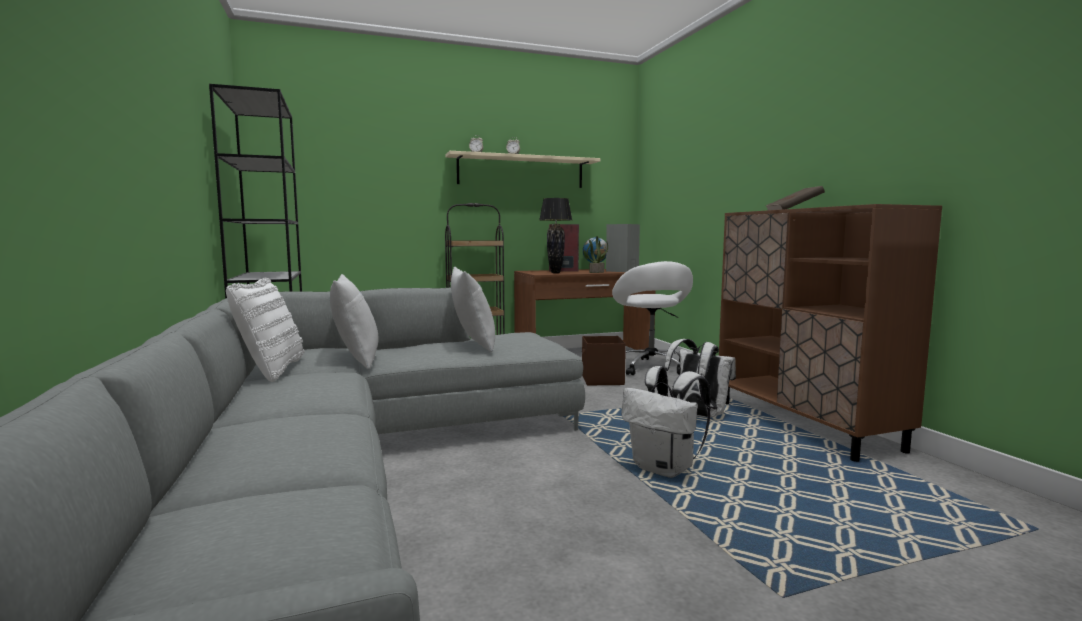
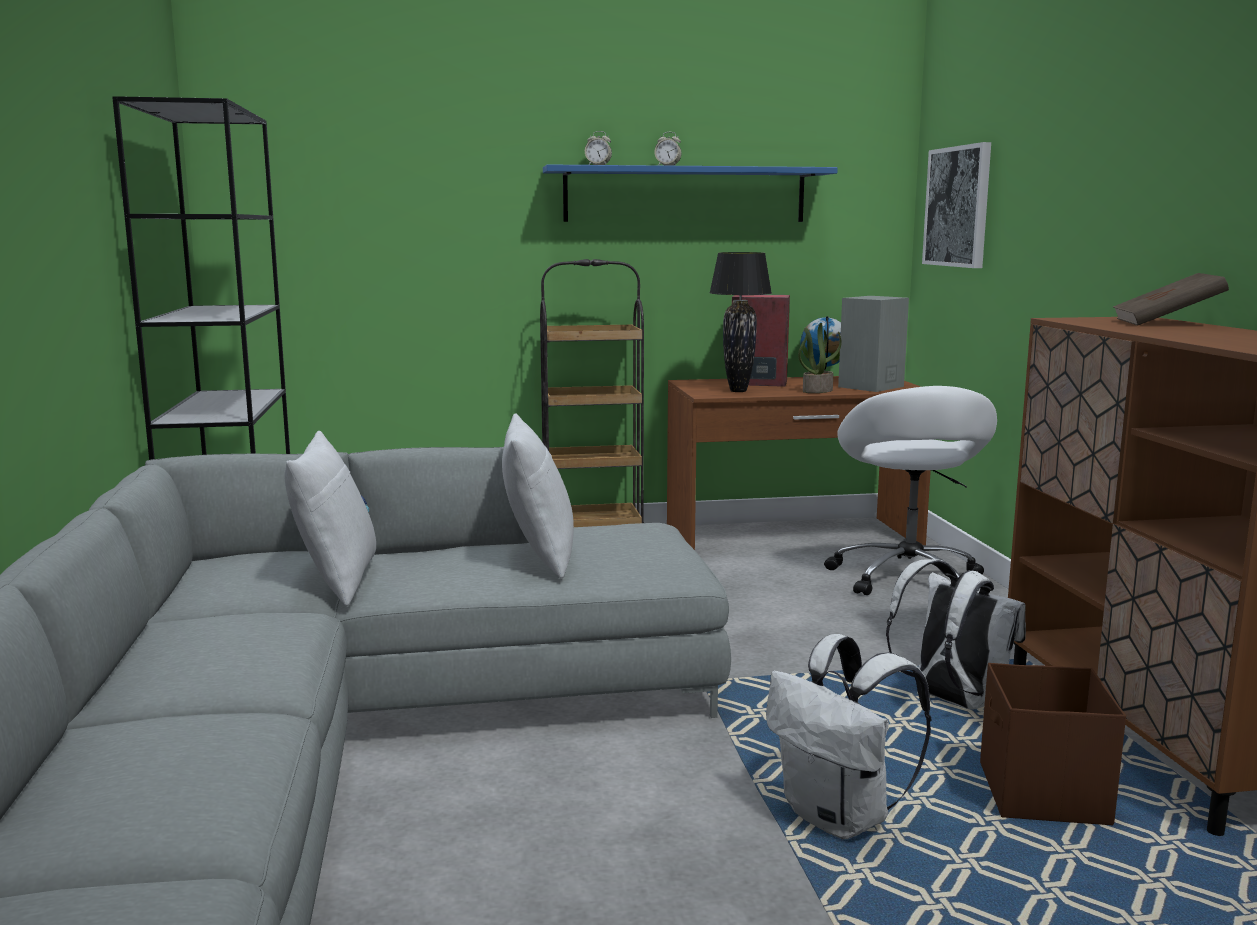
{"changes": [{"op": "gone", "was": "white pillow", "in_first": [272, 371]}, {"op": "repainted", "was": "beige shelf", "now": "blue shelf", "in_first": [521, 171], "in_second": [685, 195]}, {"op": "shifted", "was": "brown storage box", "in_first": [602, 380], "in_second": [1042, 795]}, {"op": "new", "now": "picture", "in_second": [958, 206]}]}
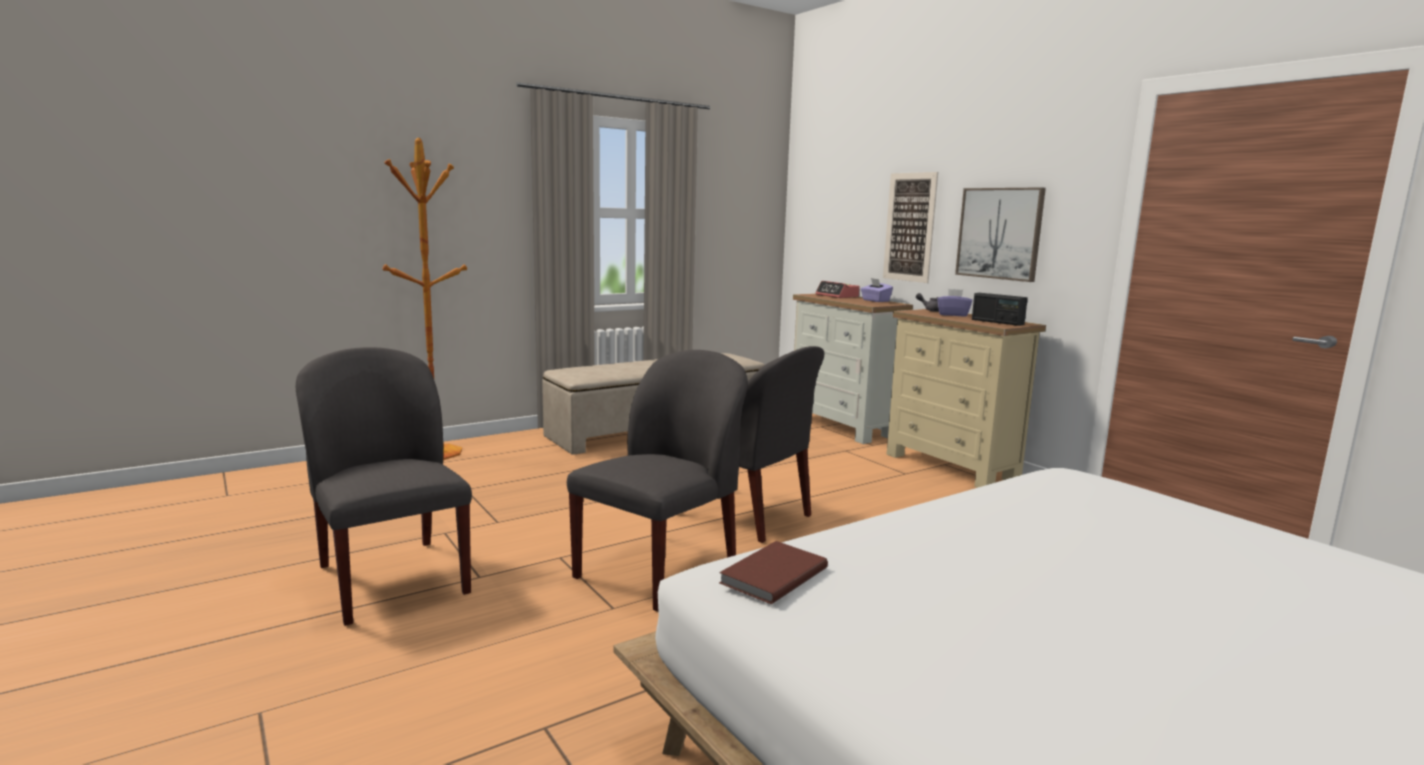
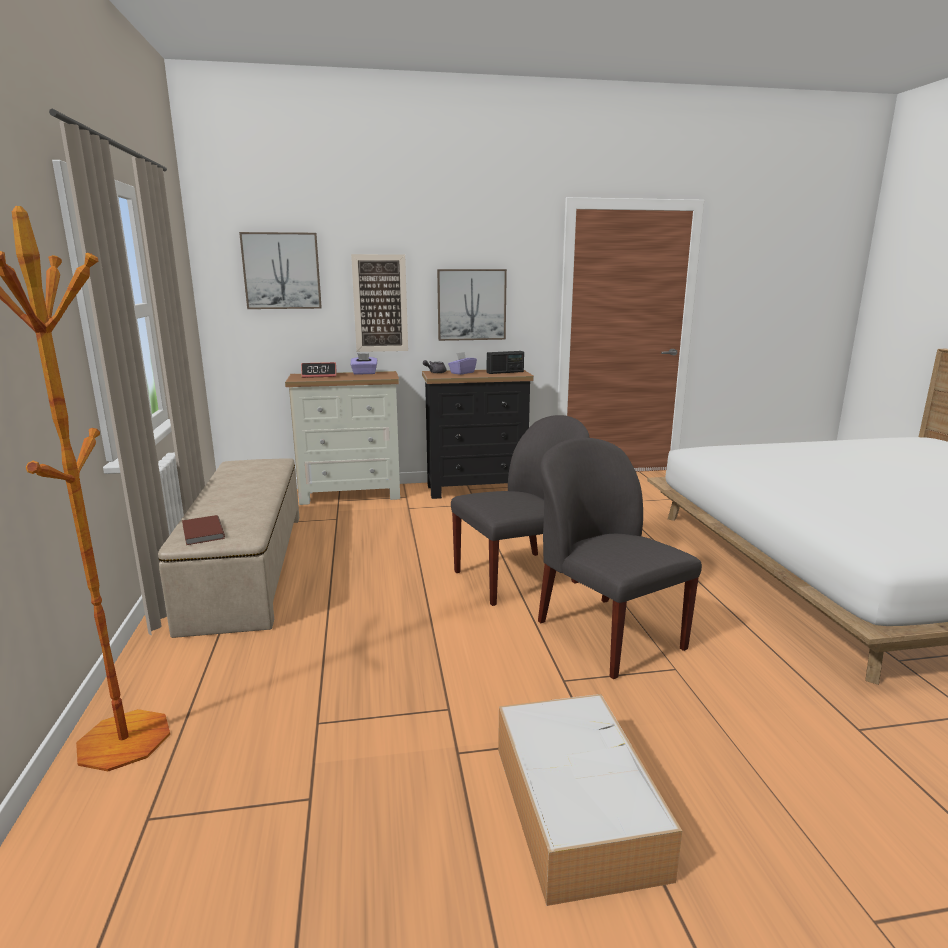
{"changes": [{"op": "swapped", "was": "grey chair", "now": "storage box", "in_first": [391, 578], "in_second": [574, 806]}, {"op": "shifted", "was": "brown book", "in_first": [771, 575], "in_second": [201, 532]}, {"op": "repainted", "was": "beige dresser", "now": "black dresser", "in_first": [950, 467], "in_second": [477, 489]}, {"op": "new", "now": "picture", "in_second": [281, 271]}]}
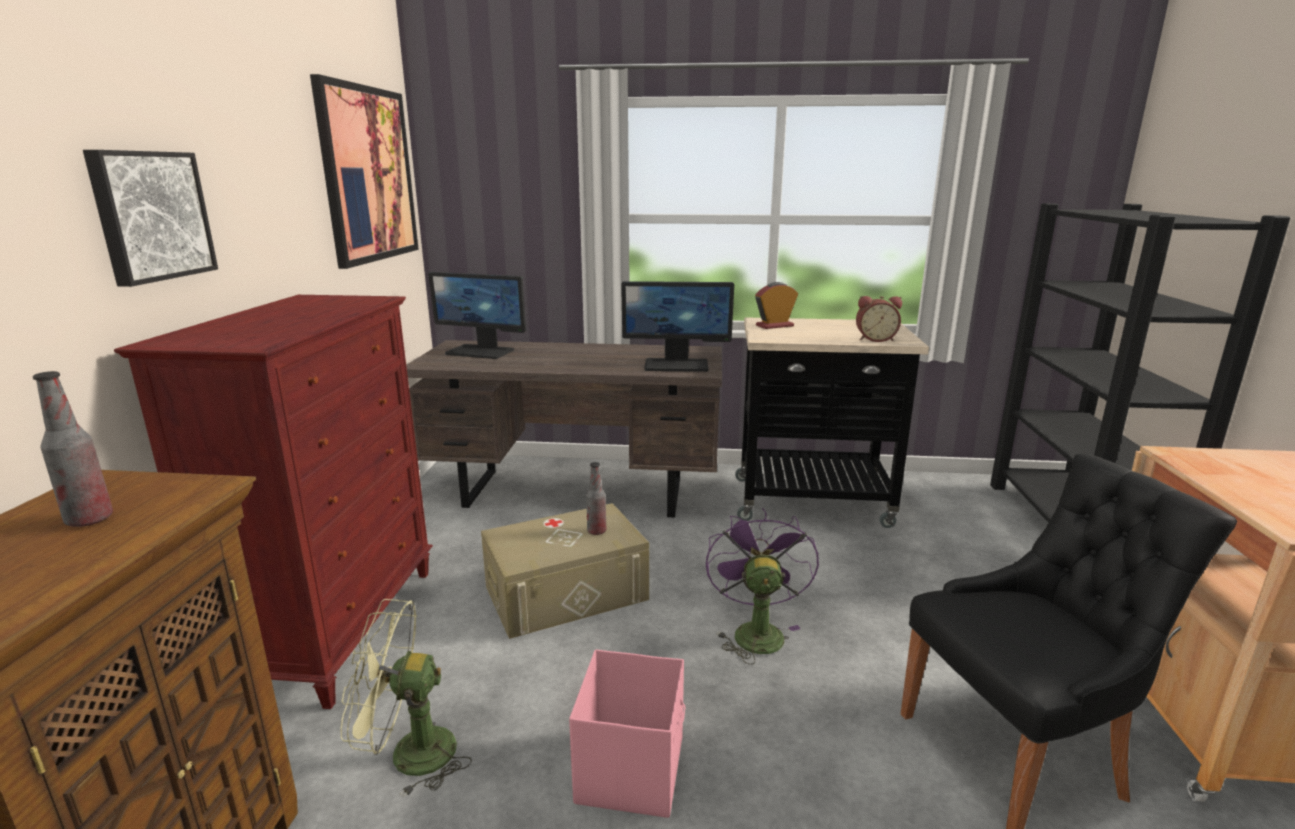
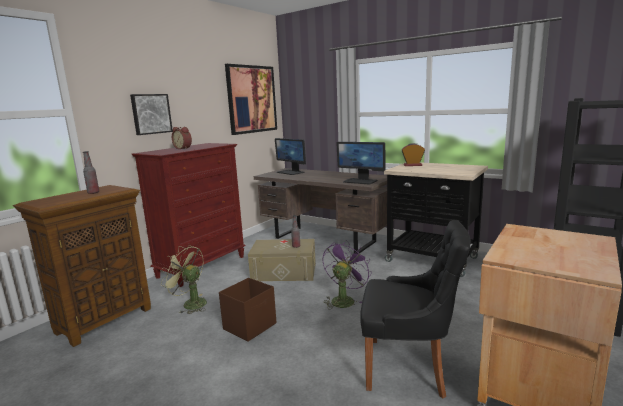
{"changes": [{"op": "repainted", "was": "pink storage box", "now": "brown storage box", "in_first": [632, 769], "in_second": [250, 326]}, {"op": "shifted", "was": "alarm clock", "in_first": [875, 339], "in_second": [183, 148]}]}
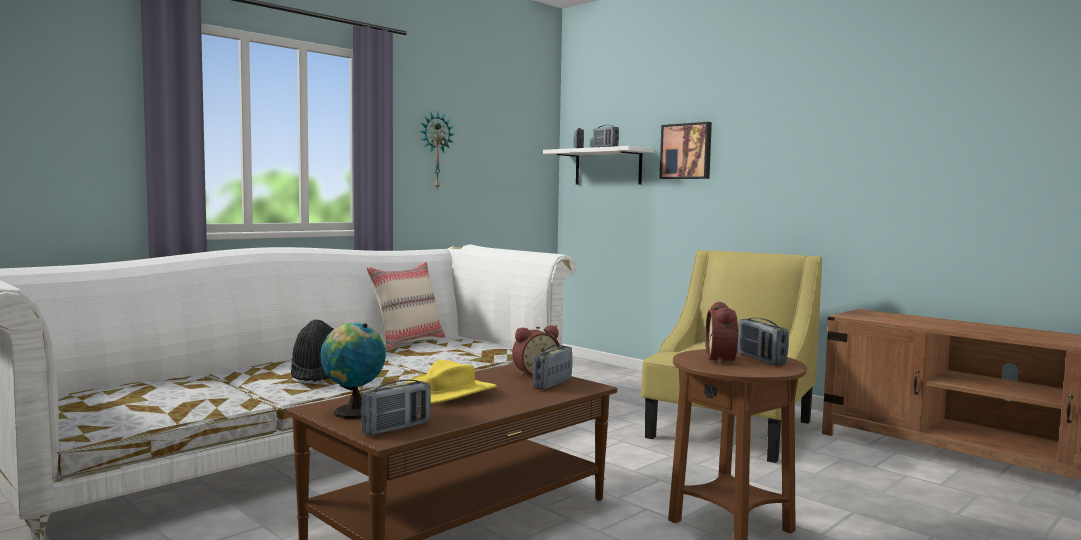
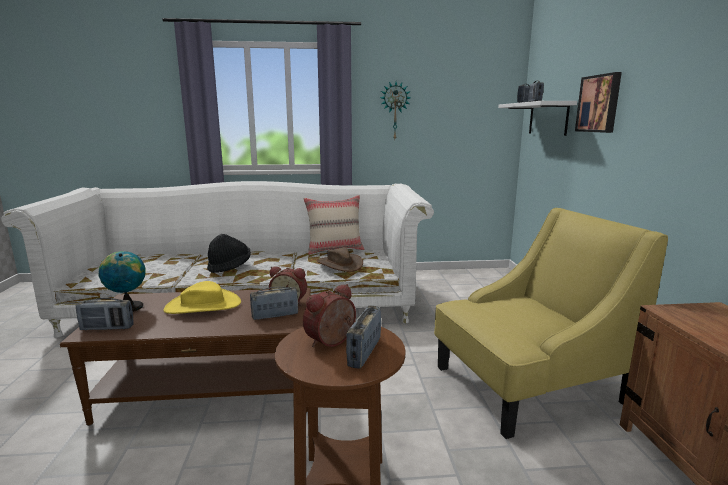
{"changes": [{"op": "new", "now": "brown hat", "in_second": [339, 264]}]}
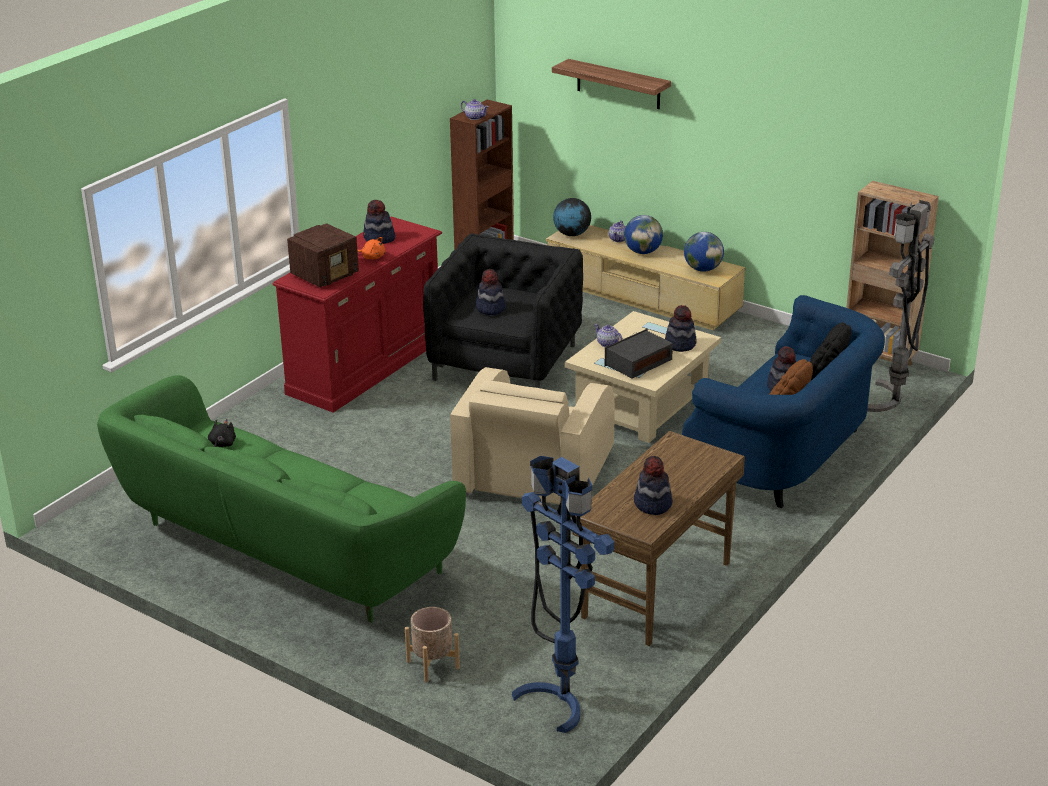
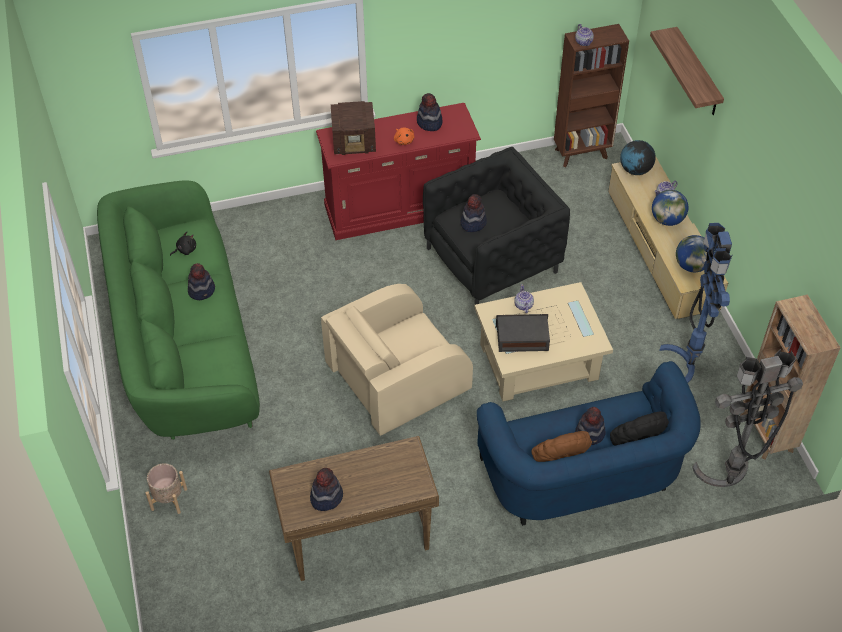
{"changes": [{"op": "shifted", "was": "blue floor lamp", "in_first": [560, 699], "in_second": [686, 365]}, {"op": "shifted", "was": "hat", "in_first": [680, 344], "in_second": [202, 290]}]}
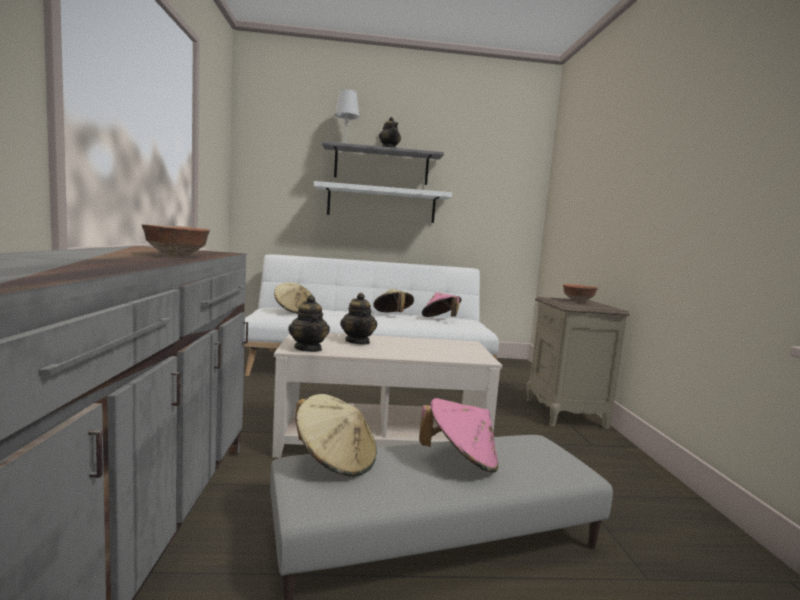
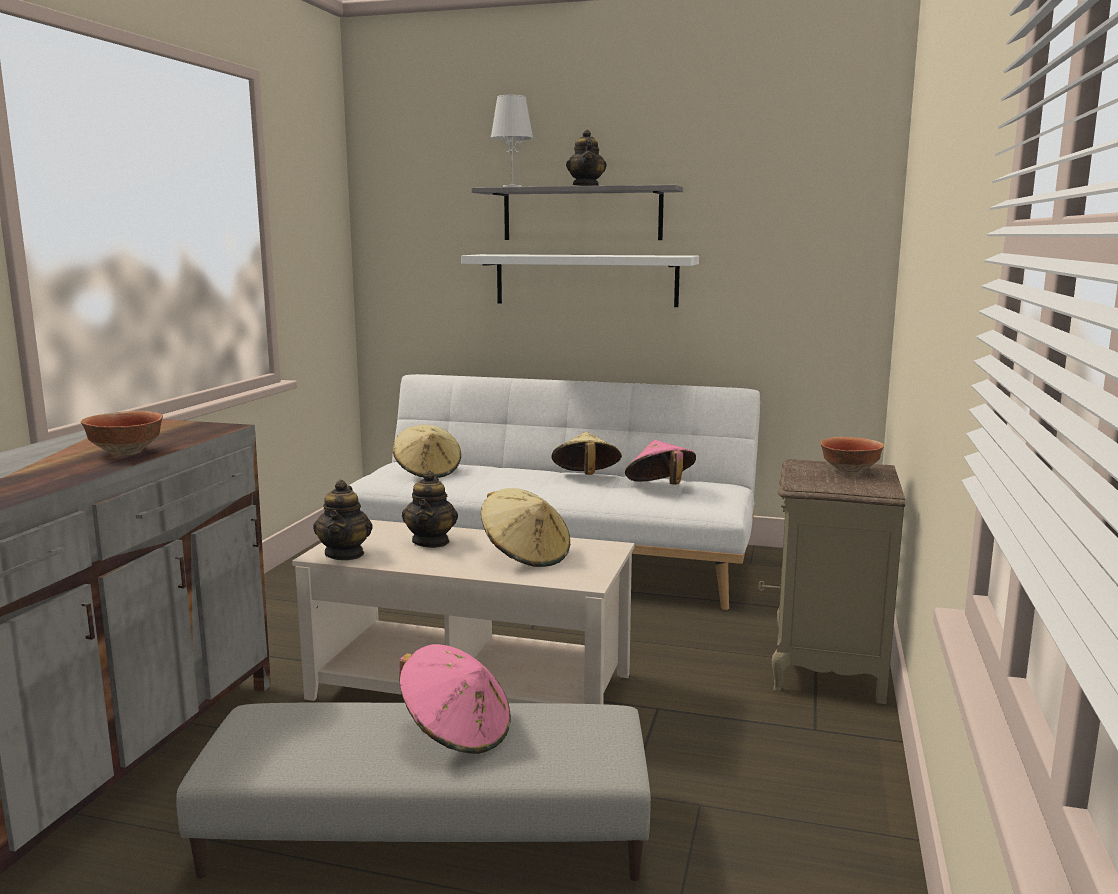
{"changes": [{"op": "shifted", "was": "beige hat", "in_first": [335, 461], "in_second": [526, 556]}]}
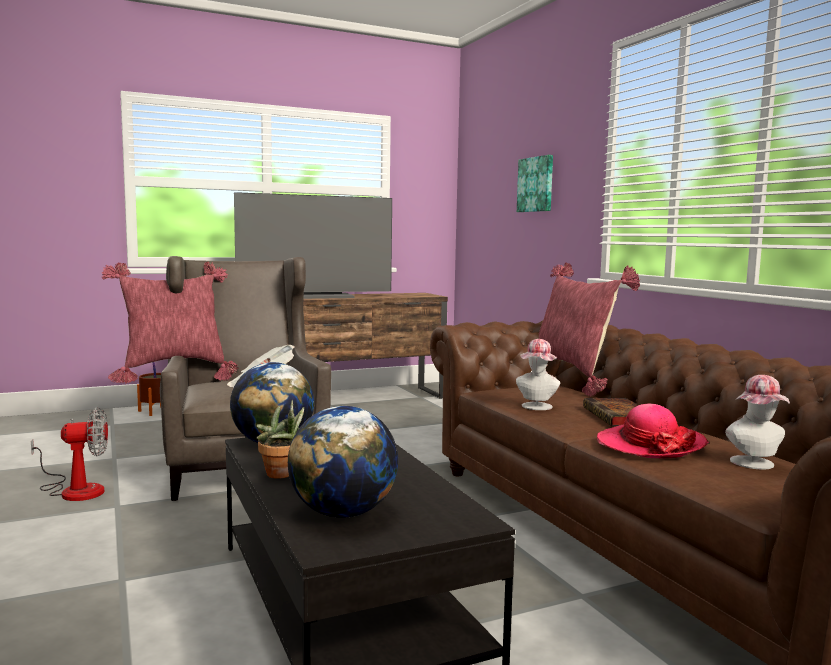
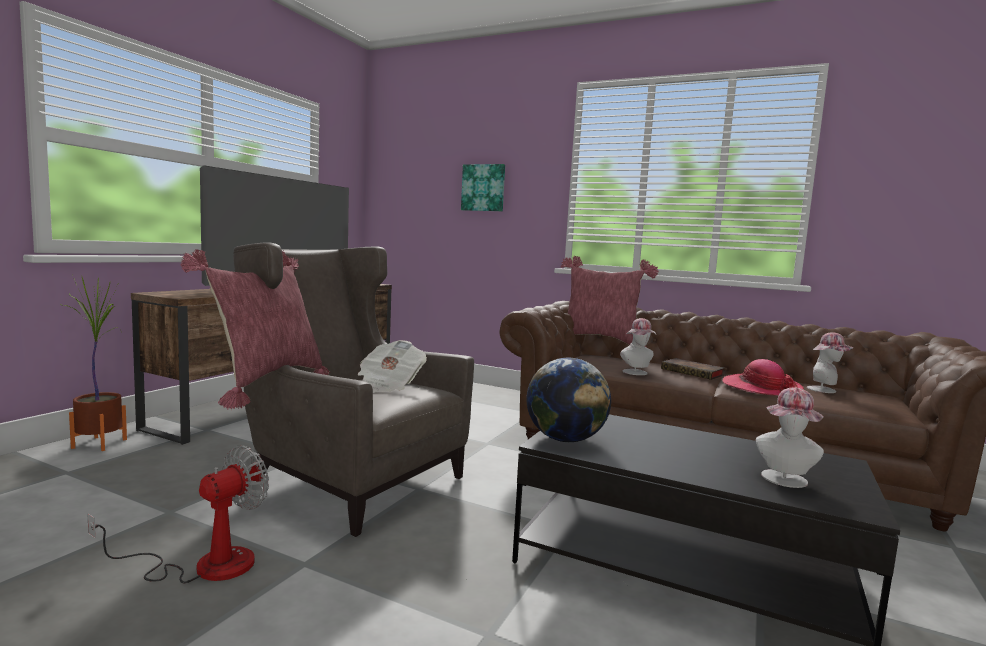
{"changes": [{"op": "gone", "was": "potted plant", "in_first": [282, 475]}, {"op": "swapped", "was": "globe", "now": "hat", "in_first": [343, 513], "in_second": [785, 481]}]}
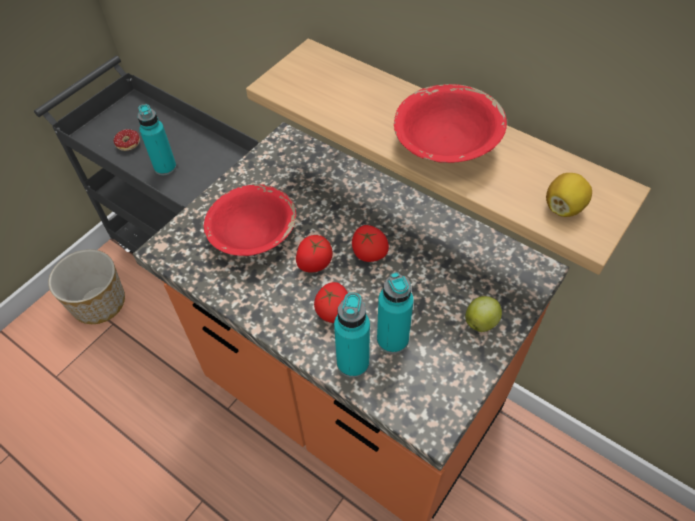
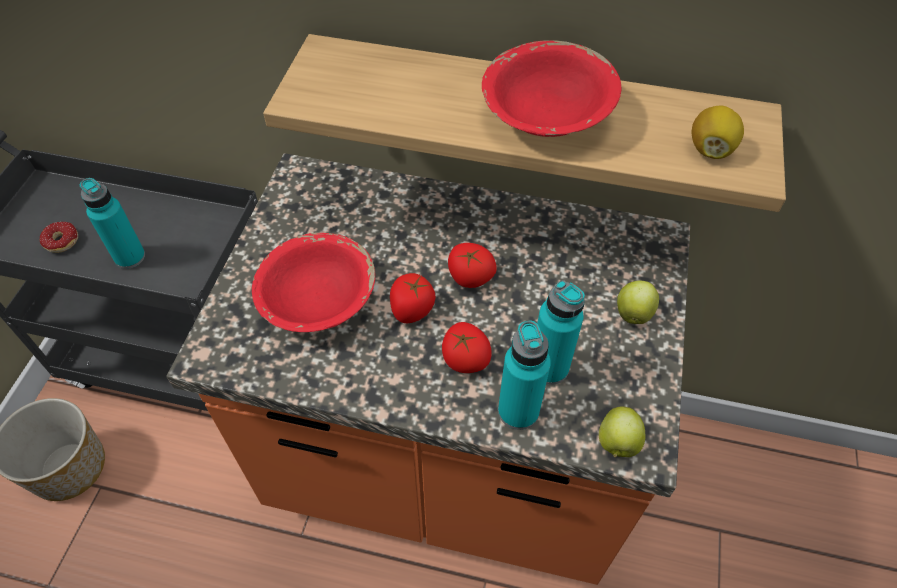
{"changes": [{"op": "new", "now": "apple", "in_second": [617, 444]}]}
